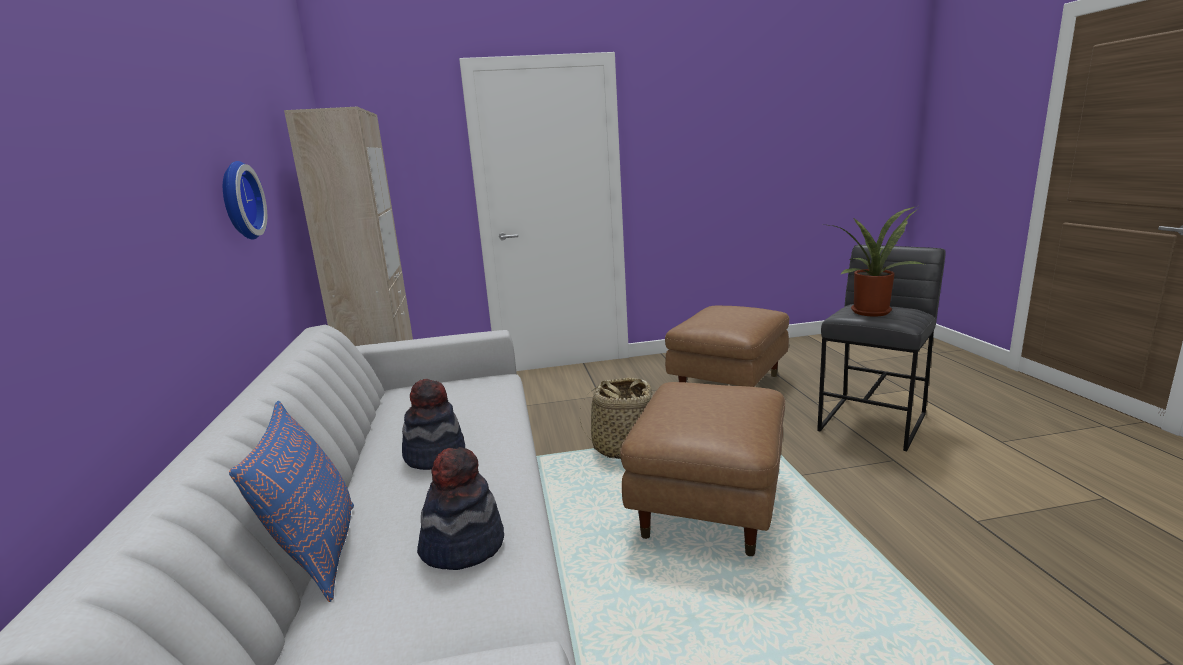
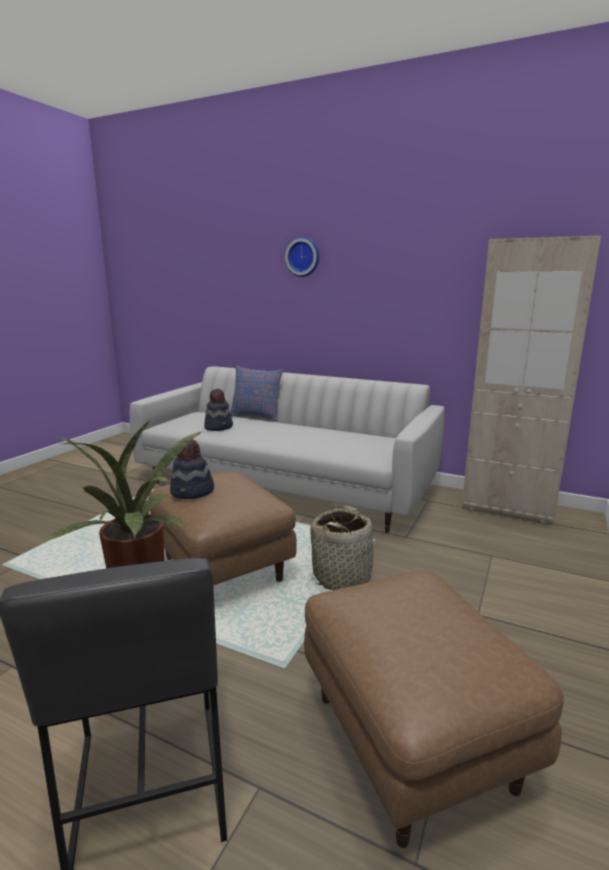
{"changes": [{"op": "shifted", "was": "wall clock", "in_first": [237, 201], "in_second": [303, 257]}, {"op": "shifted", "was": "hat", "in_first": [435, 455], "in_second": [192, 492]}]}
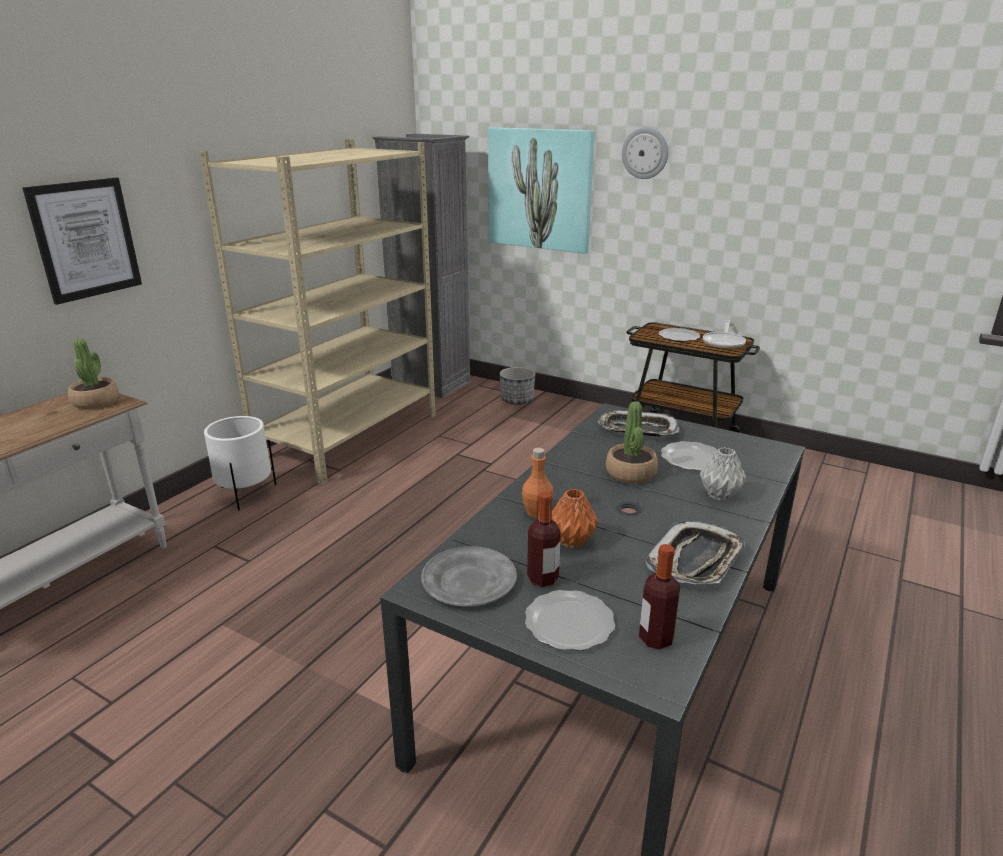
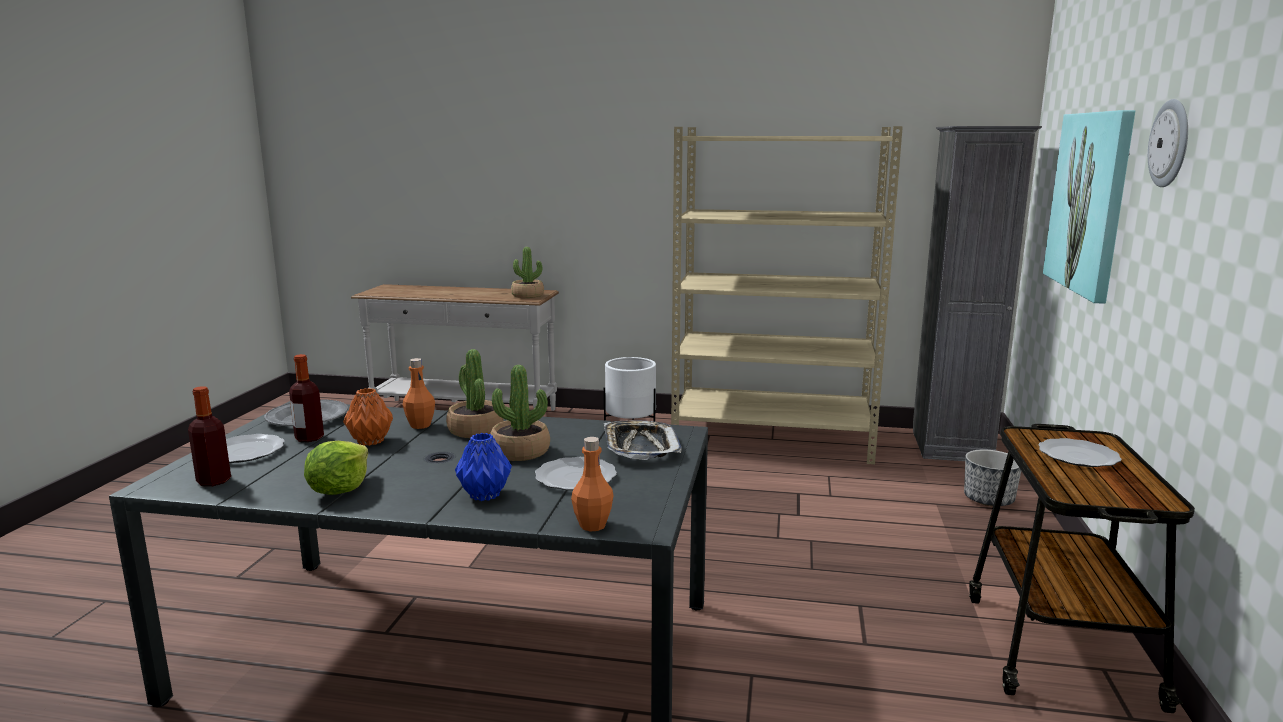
{"changes": [{"op": "gone", "was": "picture", "in_first": [85, 239]}, {"op": "swapped", "was": "tray", "now": "lettuce", "in_first": [695, 560], "in_second": [339, 489]}, {"op": "repainted", "was": "grey vase", "now": "blue vase", "in_first": [720, 495], "in_second": [485, 495]}, {"op": "gone", "was": "frying pan", "in_first": [724, 343]}, {"op": "new", "now": "potted plant", "in_second": [475, 430]}, {"op": "new", "now": "orange bottle", "in_second": [593, 525]}]}
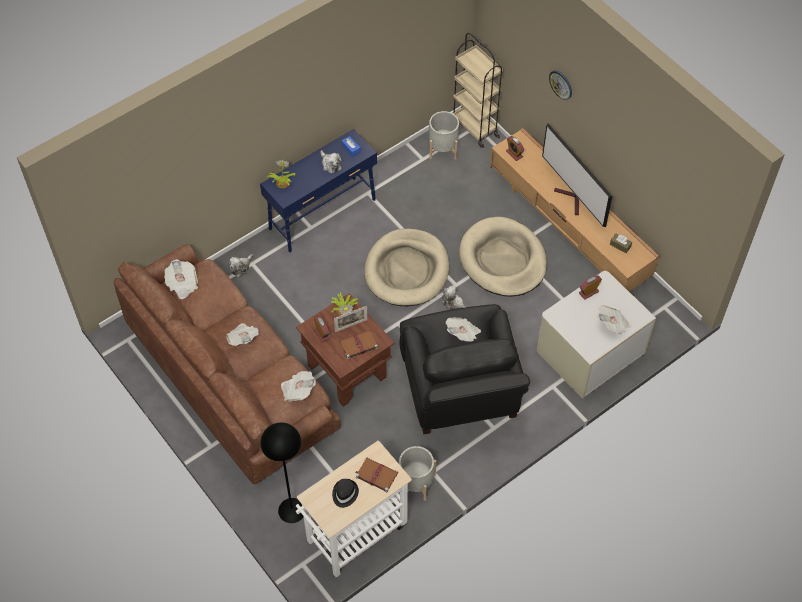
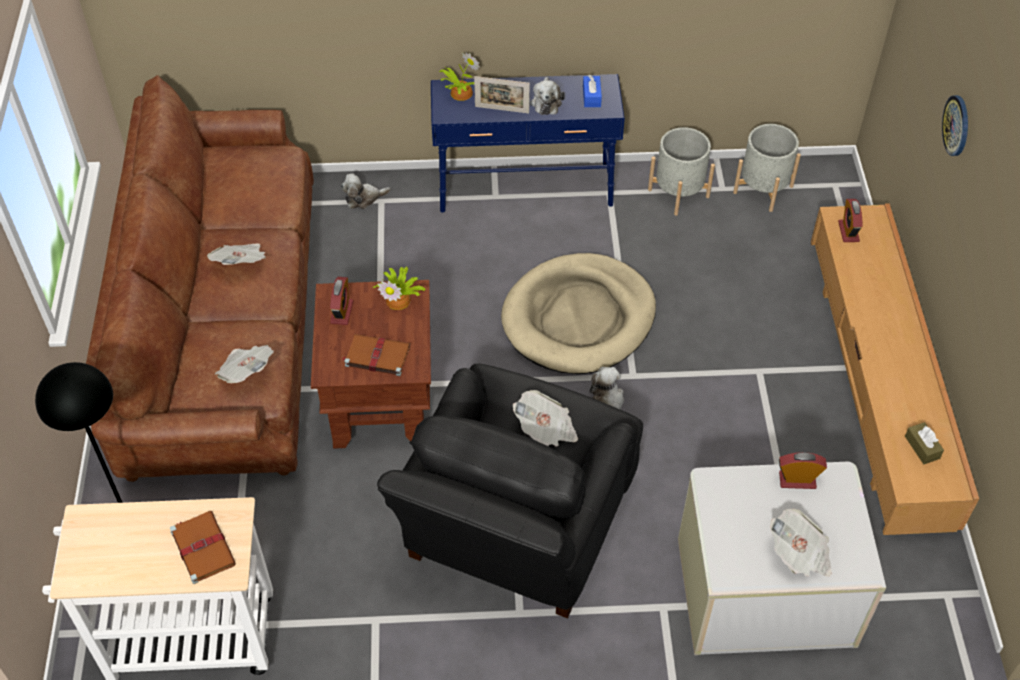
{"changes": [{"op": "gone", "was": "newspaper", "in_first": [182, 284]}, {"op": "gone", "was": "black hat", "in_first": [344, 493]}, {"op": "shifted", "was": "picture frame", "in_first": [351, 325], "in_second": [502, 110]}, {"op": "shifted", "was": "grey planter", "in_first": [416, 482], "in_second": [678, 193]}, {"op": "gone", "was": "beige cart", "in_first": [475, 128]}, {"op": "gone", "was": "beige dog bed", "in_first": [503, 260]}, {"op": "gone", "was": "television", "in_first": [572, 199]}]}
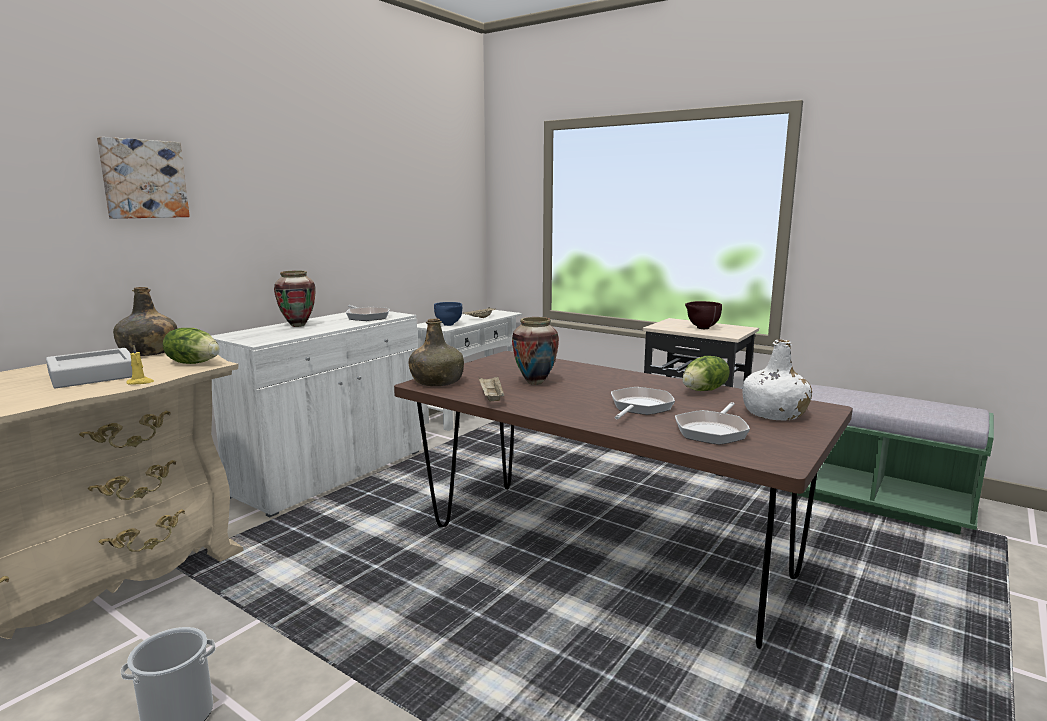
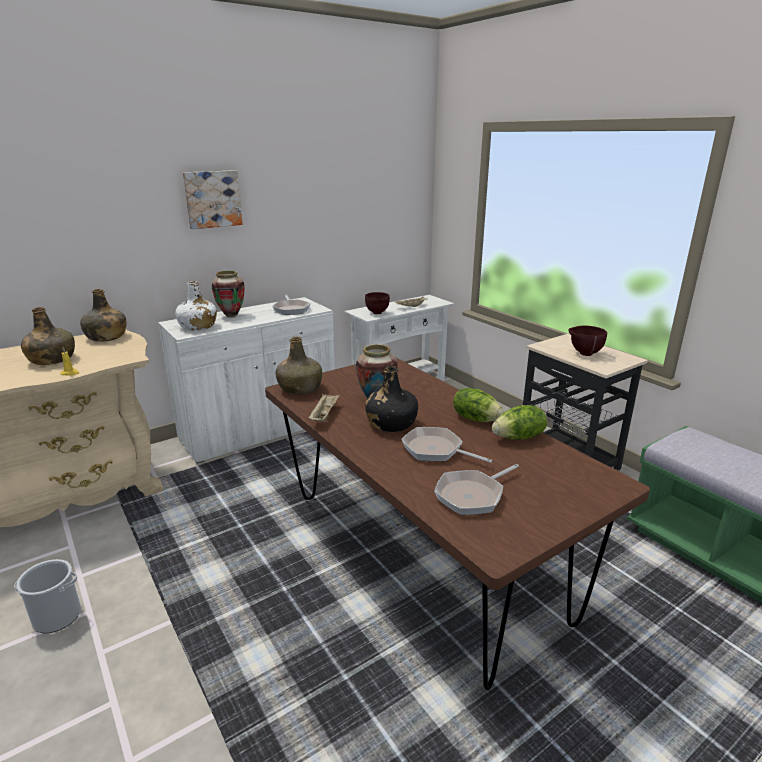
{"changes": [{"op": "swapped", "was": "grey tray", "now": "green bottle", "in_first": [93, 375], "in_second": [52, 360]}, {"op": "shifted", "was": "picture", "in_first": [143, 179], "in_second": [212, 199]}, {"op": "shifted", "was": "lettuce", "in_first": [193, 363], "in_second": [476, 419]}, {"op": "repainted", "was": "blue bowl", "now": "brown bowl", "in_first": [449, 325], "in_second": [377, 313]}, {"op": "rotated", "was": "frying pan", "in_first": [639, 407], "in_second": [436, 450], "clockwise": -105}, {"op": "shifted", "was": "white bottle", "in_first": [774, 414], "in_second": [198, 327]}, {"op": "new", "now": "black bottle", "in_second": [391, 424]}]}
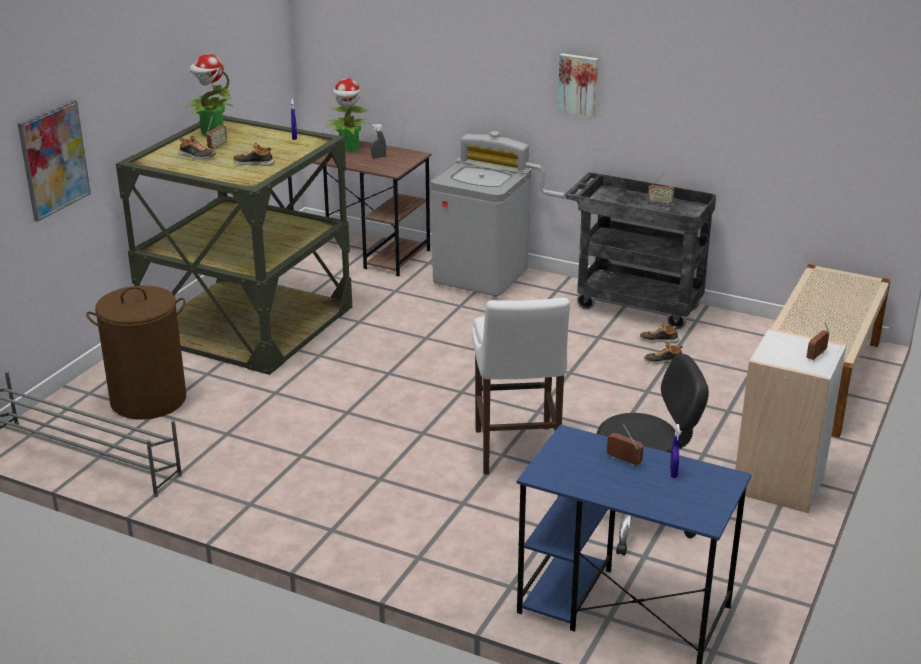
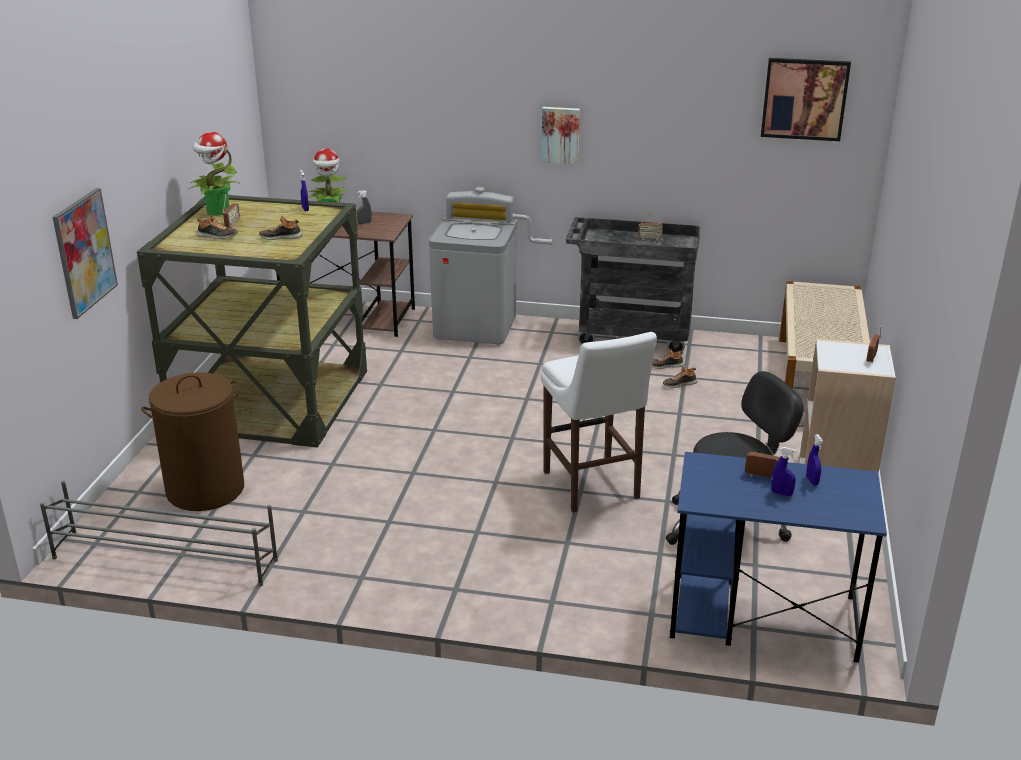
{"changes": [{"op": "new", "now": "picture", "in_second": [804, 99]}, {"op": "new", "now": "blue spray bottle", "in_second": [781, 493]}]}
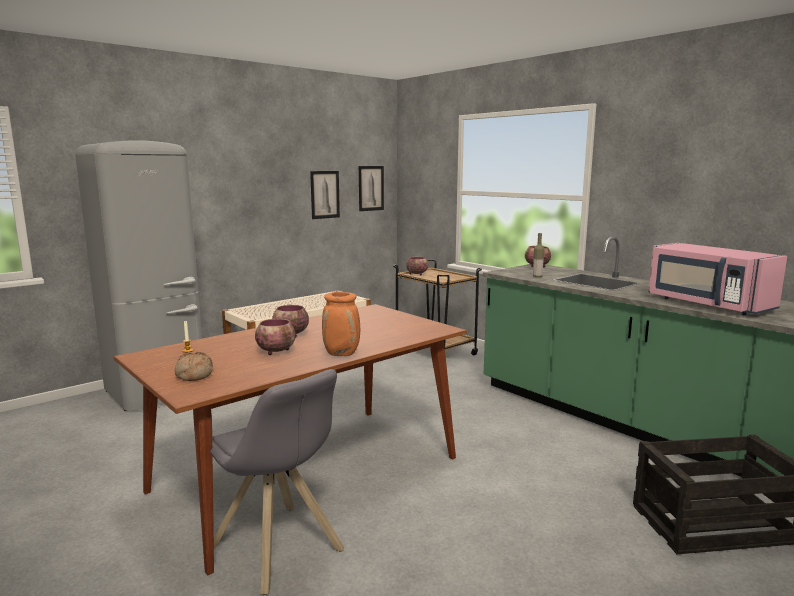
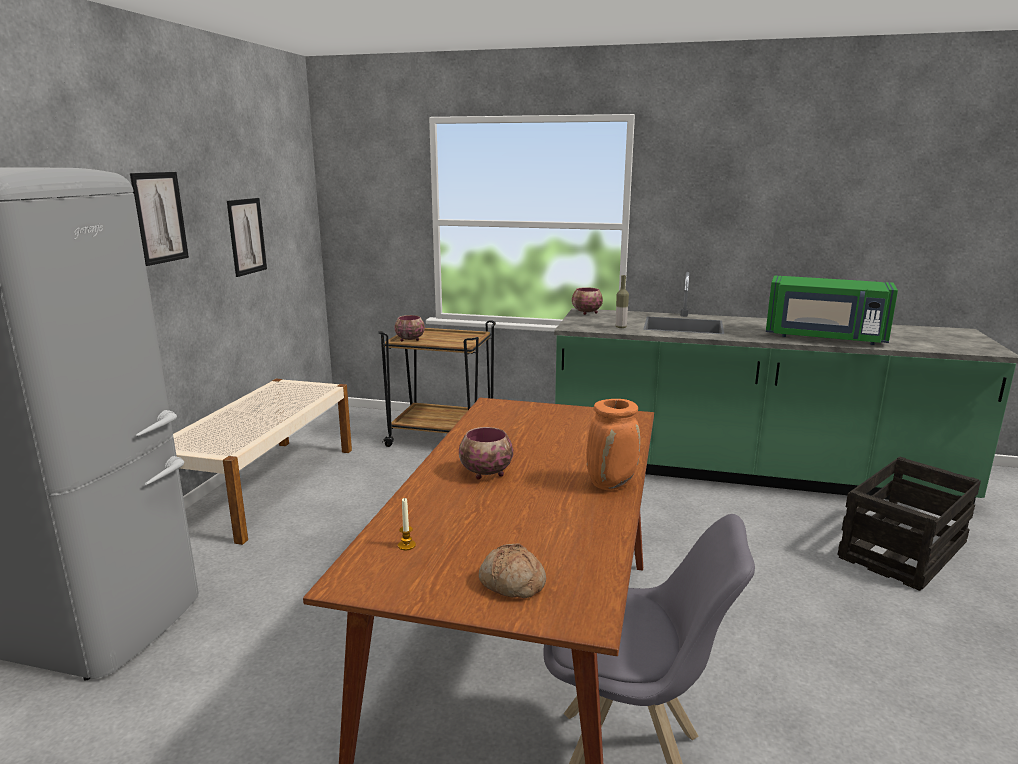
{"changes": [{"op": "gone", "was": "bowl", "in_first": [277, 351]}, {"op": "shifted", "was": "picture", "in_first": [371, 188], "in_second": [159, 217]}, {"op": "repainted", "was": "pink microwave", "now": "green microwave", "in_first": [706, 304], "in_second": [824, 337]}]}
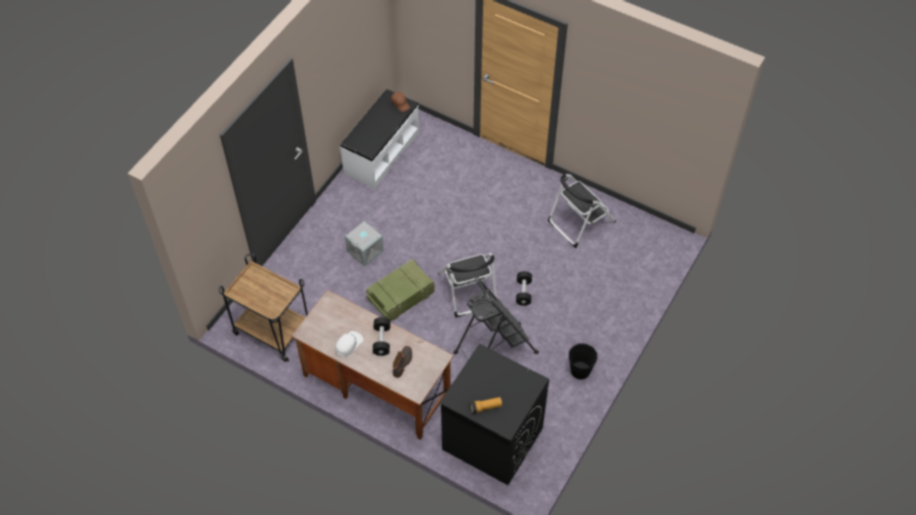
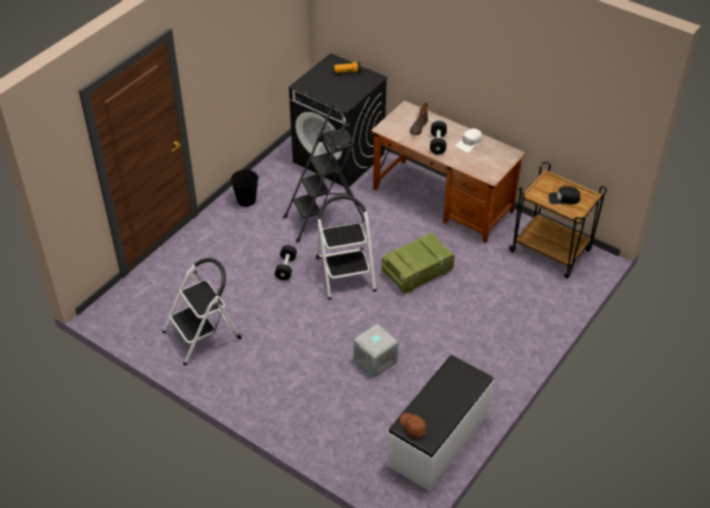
{"changes": [{"op": "shifted", "was": "grey storage box", "in_first": [365, 250], "in_second": [375, 361]}, {"op": "new", "now": "black cap", "in_second": [564, 199]}]}
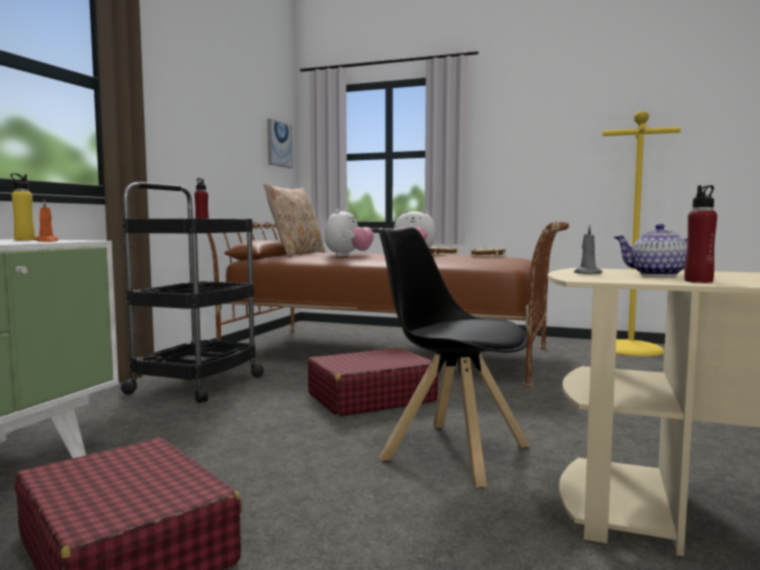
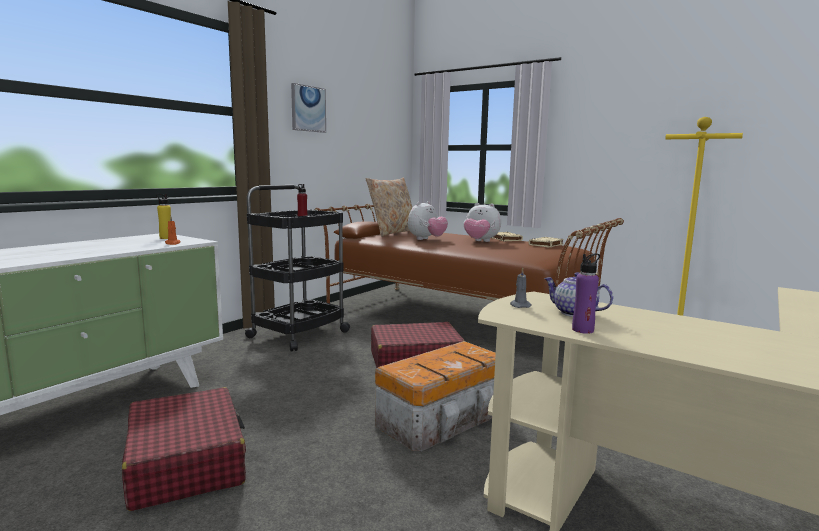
{"changes": [{"op": "shifted", "was": "picture", "in_first": [279, 144], "in_second": [308, 109]}, {"op": "swapped", "was": "black chair", "now": "storage box", "in_first": [452, 451], "in_second": [443, 419]}, {"op": "repainted", "was": "red bottle", "now": "purple bottle", "in_first": [698, 281], "in_second": [583, 330]}]}
